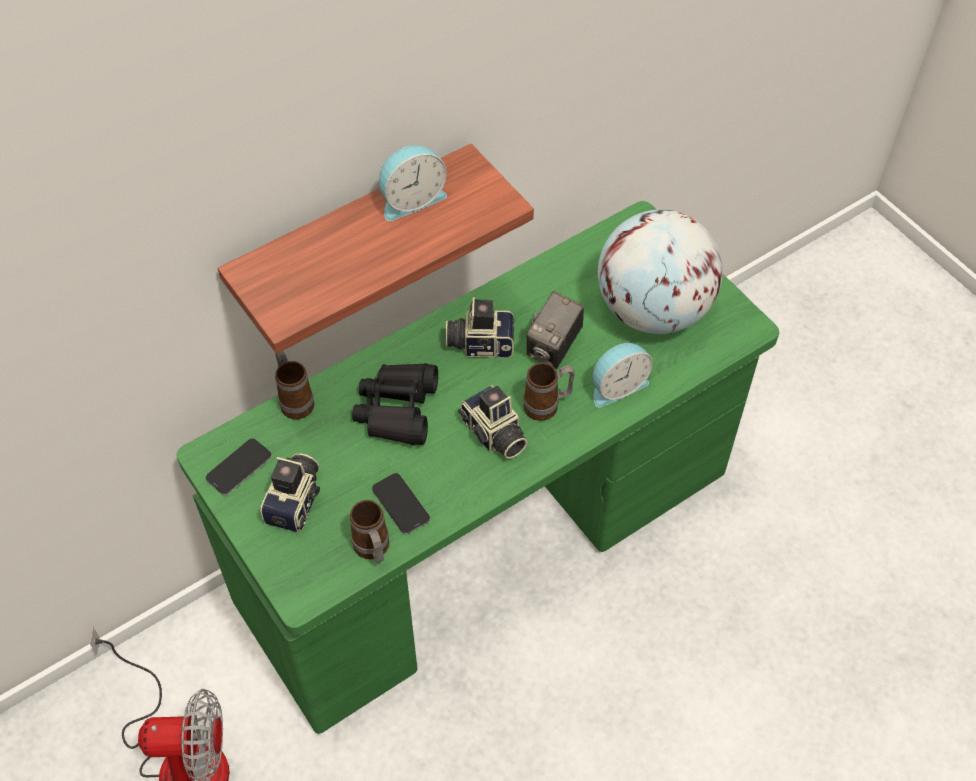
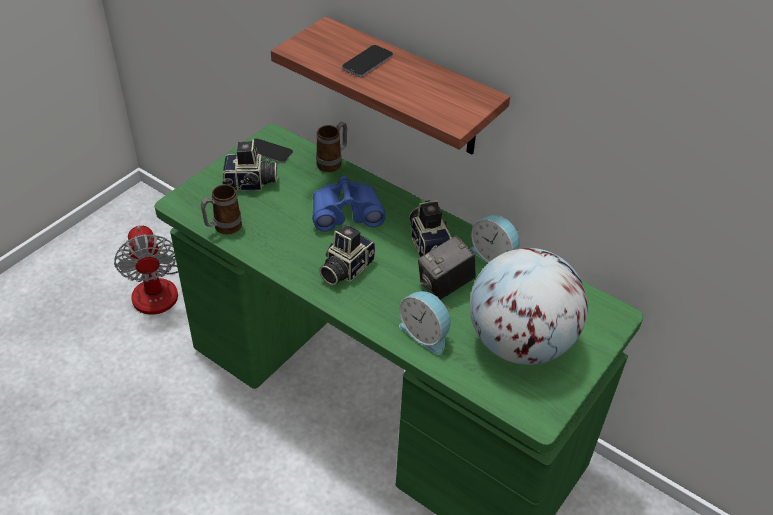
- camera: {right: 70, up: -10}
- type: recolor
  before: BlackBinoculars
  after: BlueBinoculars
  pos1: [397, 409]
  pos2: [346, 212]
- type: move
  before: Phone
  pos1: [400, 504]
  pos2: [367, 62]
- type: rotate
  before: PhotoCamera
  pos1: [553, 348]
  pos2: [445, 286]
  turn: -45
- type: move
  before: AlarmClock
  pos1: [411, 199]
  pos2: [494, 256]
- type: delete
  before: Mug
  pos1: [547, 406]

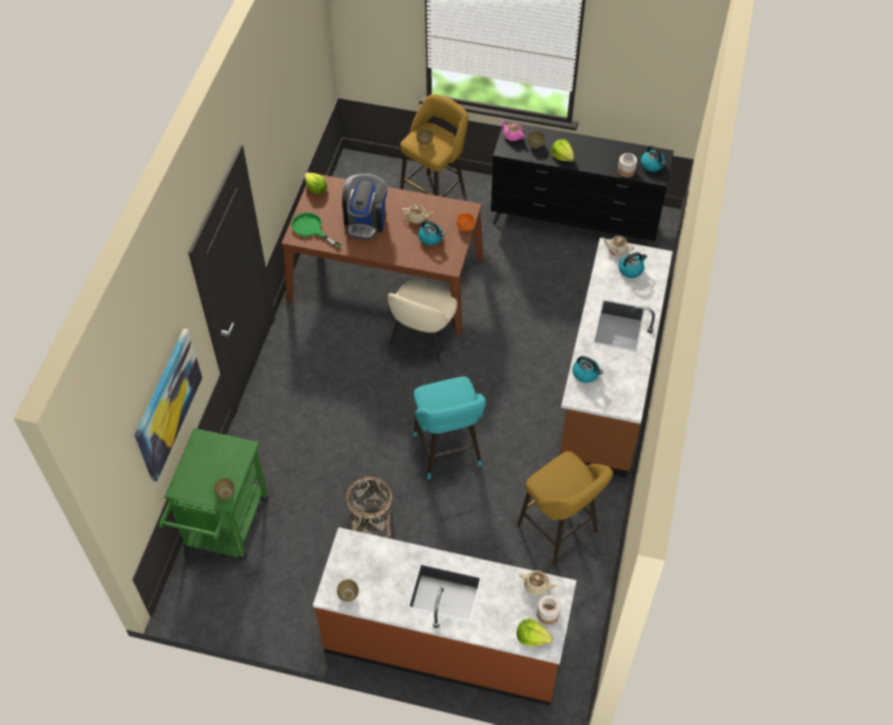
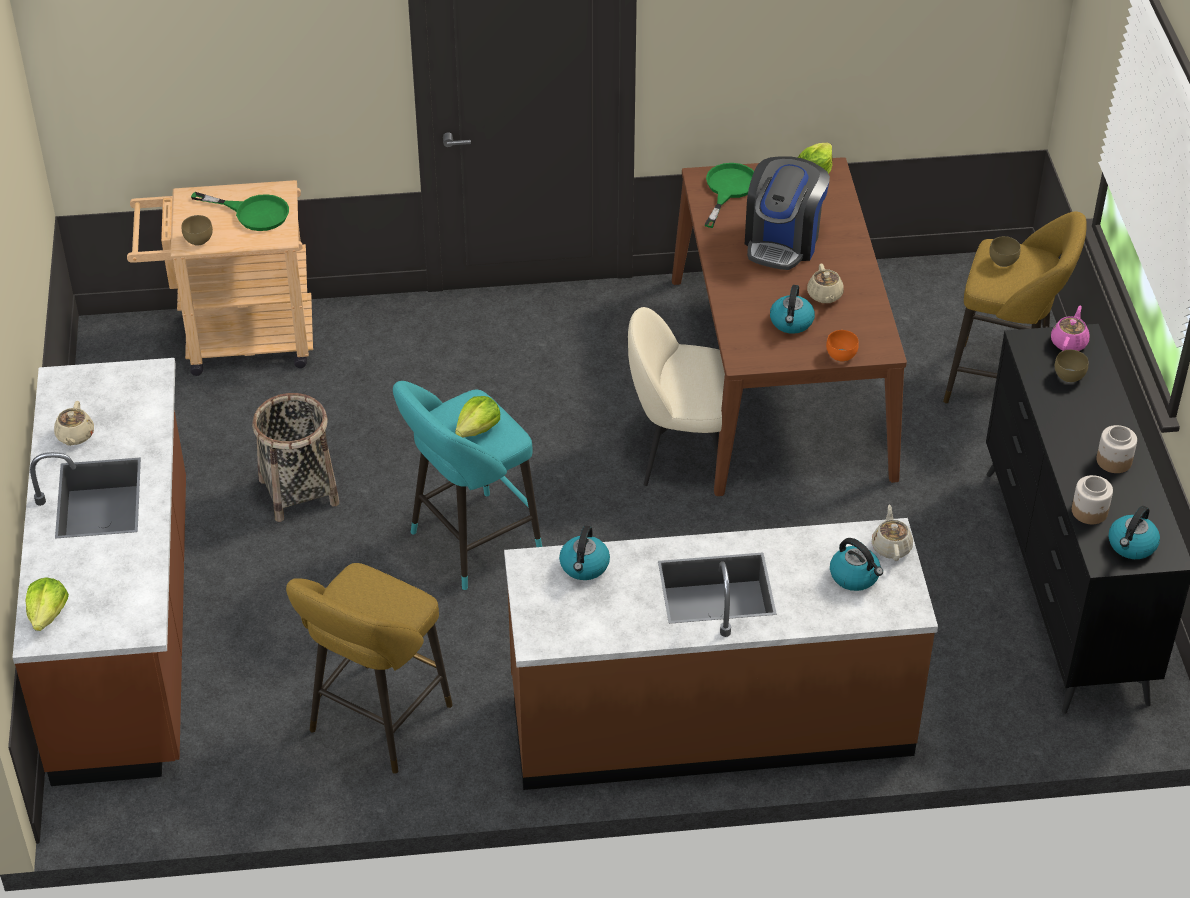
- camera: {right: 70, up: -10}
- type: move
  before: BeigeTeapot
  pos1: [537, 585]
  pos2: [75, 436]
- type: recolor
  before: GreenCart
  after: BeigeCart
  pos1: [224, 529]
  pos2: [235, 340]
- type: insert
  after: GreenFryingPan
  pos2: [253, 213]
- type: move
  before: Lettuce
  pos1: [562, 156]
  pos2: [478, 429]
- type: rotate
  before: CoffeeMachine
  pos1: [366, 220]
  pos2: [783, 241]
  turn: -60
- type: move
  before: Jar
  pos1: [547, 614]
  pos2: [1113, 461]
- type: delete
  before: Picture
  pos1: [167, 404]
- type: delete
  before: BrownBowl
  pos1: [348, 595]

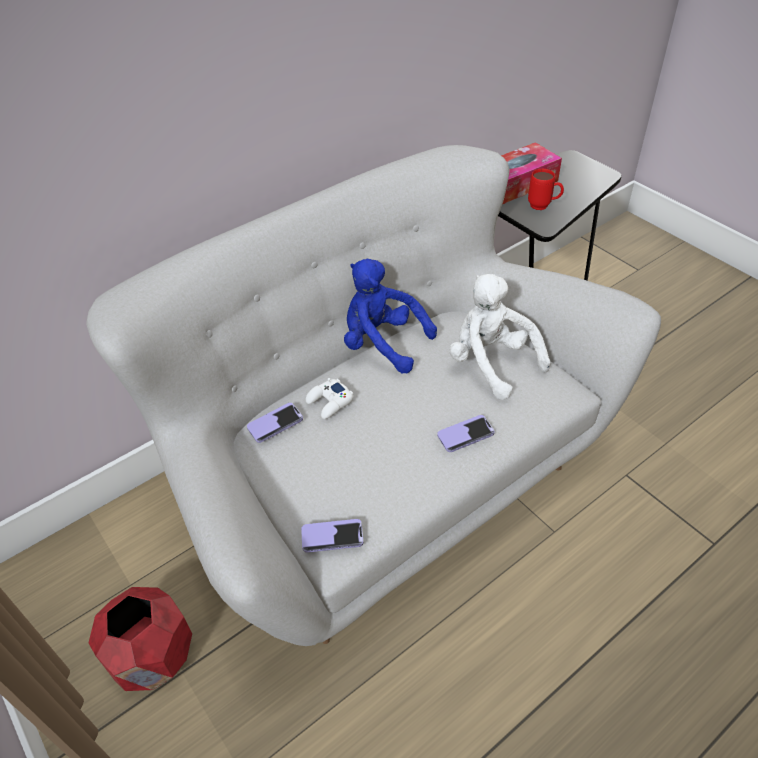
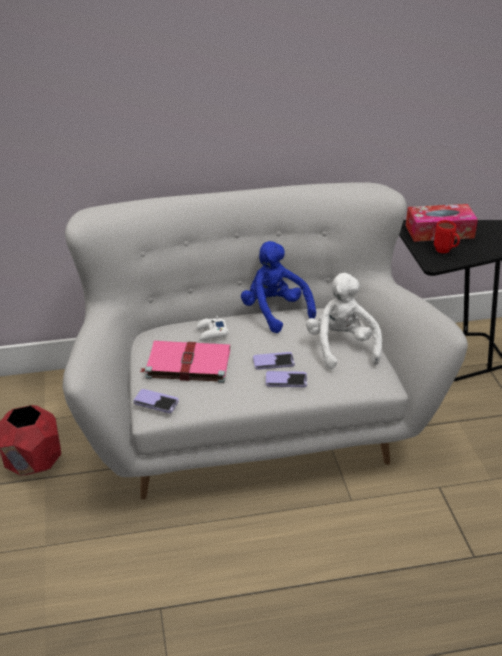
- camera: {right: 25, up: -10}
- type: insert
  after: PinkBook
  pos2: [187, 364]
- type: move
  before: Phone
  pos1: [275, 423]
  pos2: [273, 362]

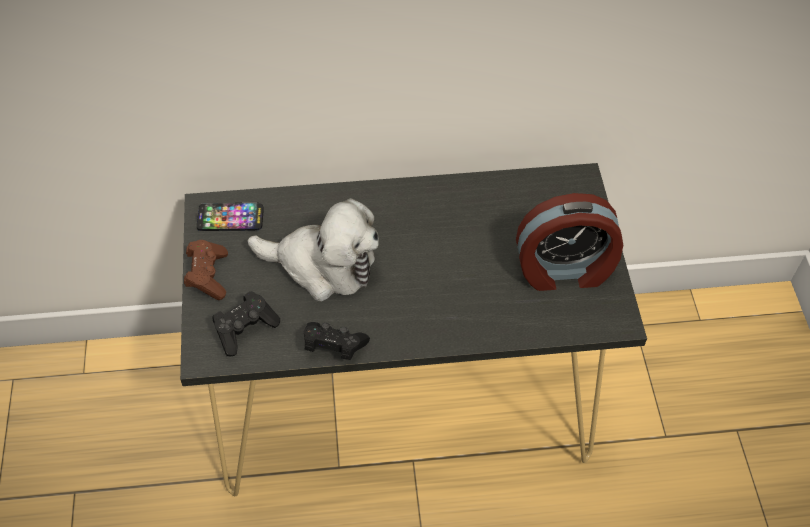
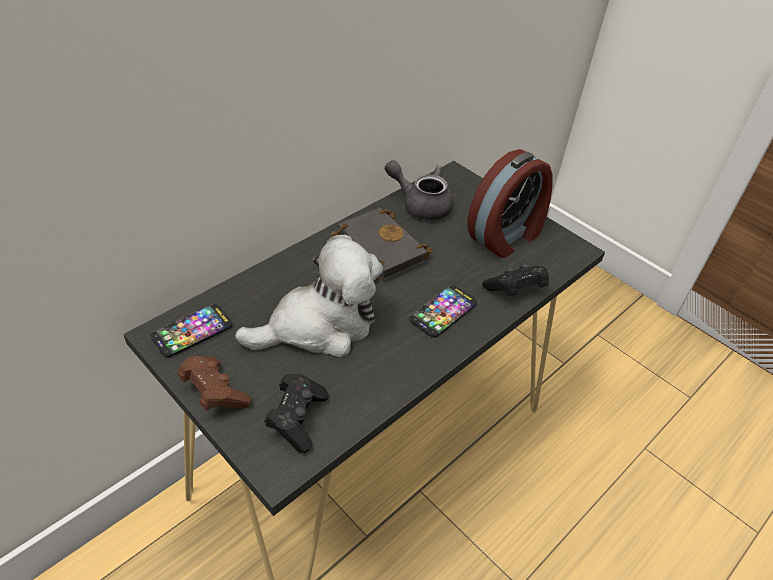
- camera: {right: -40, up: -10}
- type: insert
  after: BlackBook
  pos2: [376, 249]
- type: insert
  after: GreyTeapot
  pos2: [421, 204]
- type: insert
  after: Phone
  pos2: [443, 312]
- type: move
  before: BlackGameController
  pos1: [333, 347]
  pos2: [515, 290]

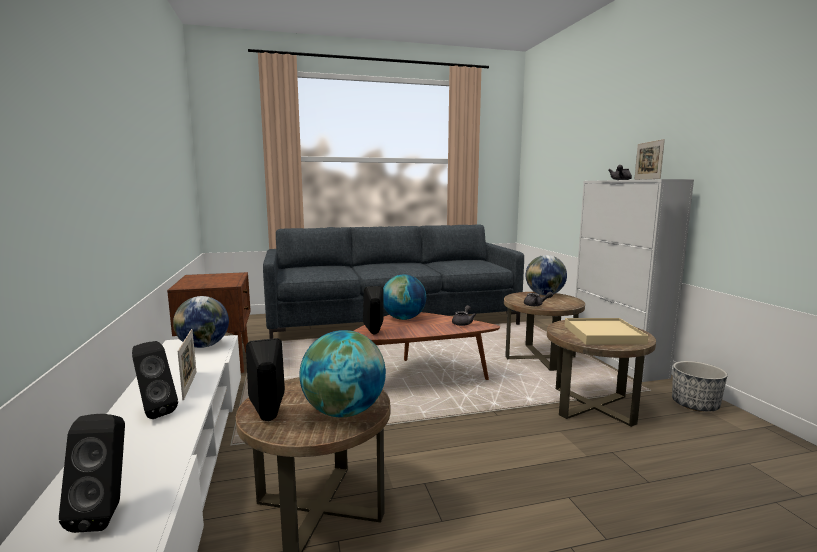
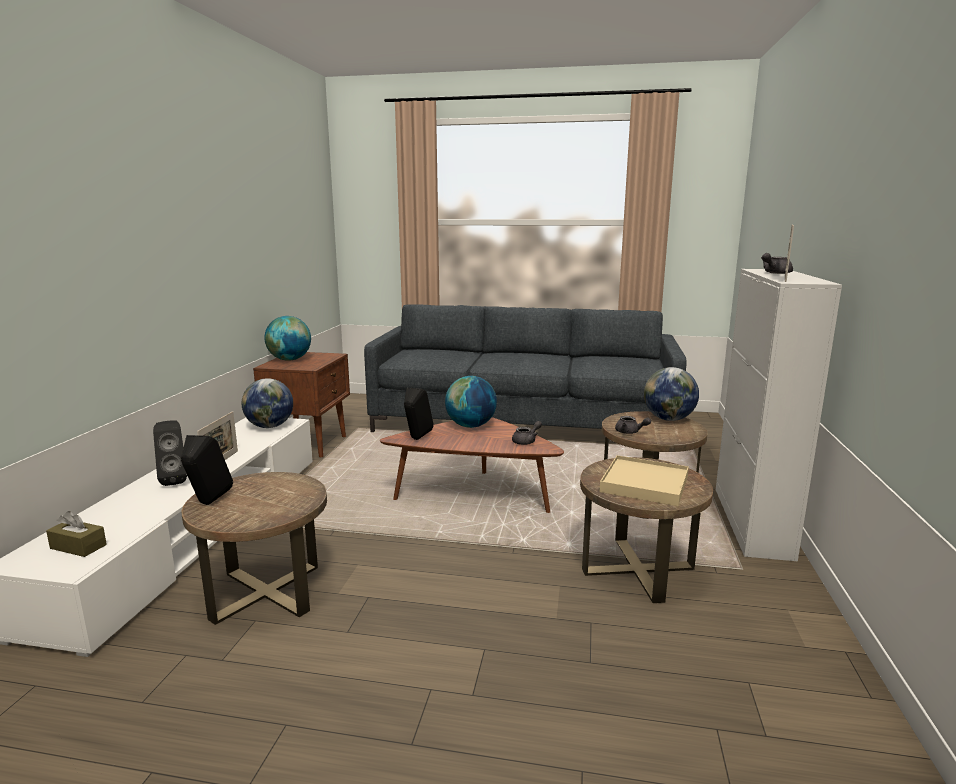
- camera: {right: 25, up: 5}
- type: replace
  before: BlackSpeaker
  after: BrownTissueBox
  pos1: [106, 513]
  pos2: [78, 546]
- type: move
  before: Globe
  pos1: [344, 412]
  pos2: [290, 360]
- type: delete
  before: Planter
  pos1: [695, 405]

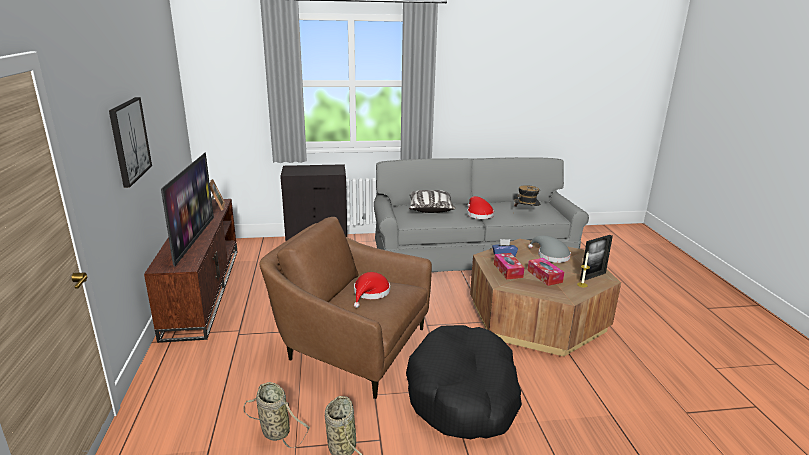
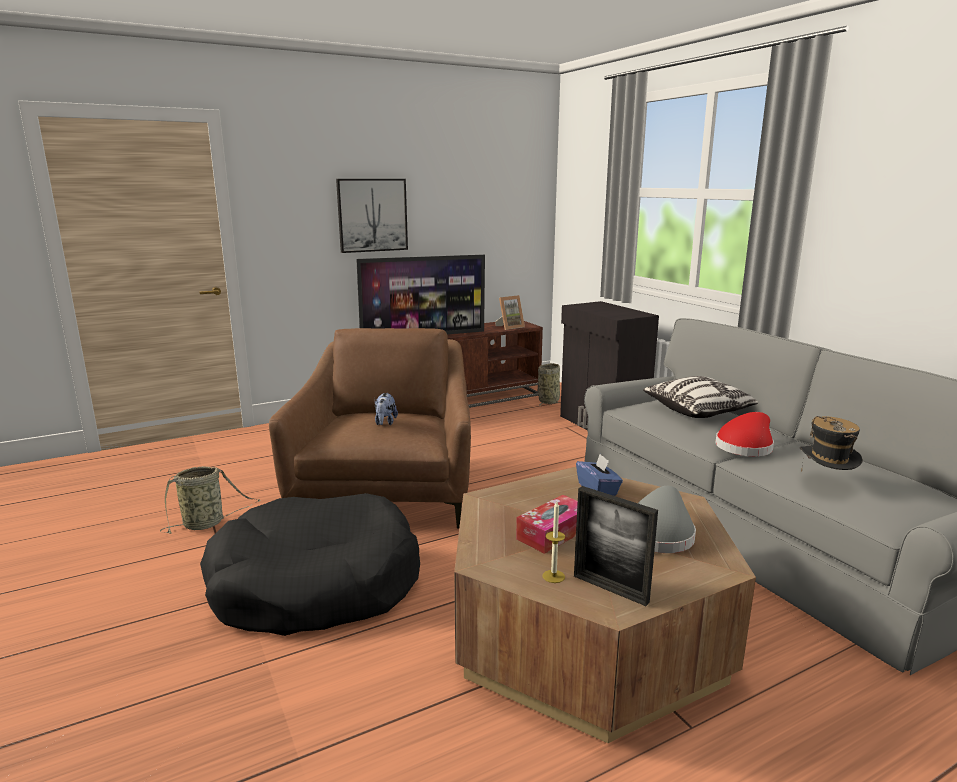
- camera: {right: 70, up: -5}
- type: replace
  before: RedHat
  after: PlushToy
  pos1: [370, 293]
  pos2: [385, 422]
- type: move
  before: Basket
  pos1: [274, 430]
  pos2: [549, 401]
- type: delete
  before: TissueBox
  pos1: [508, 270]

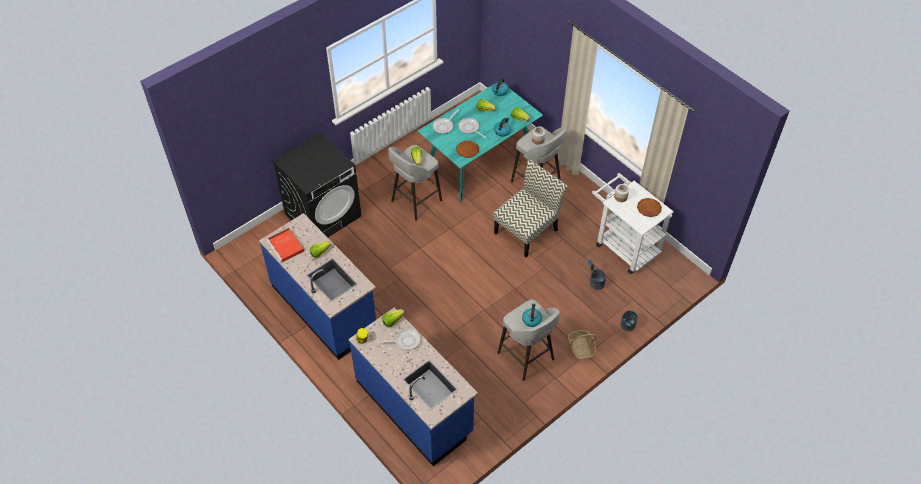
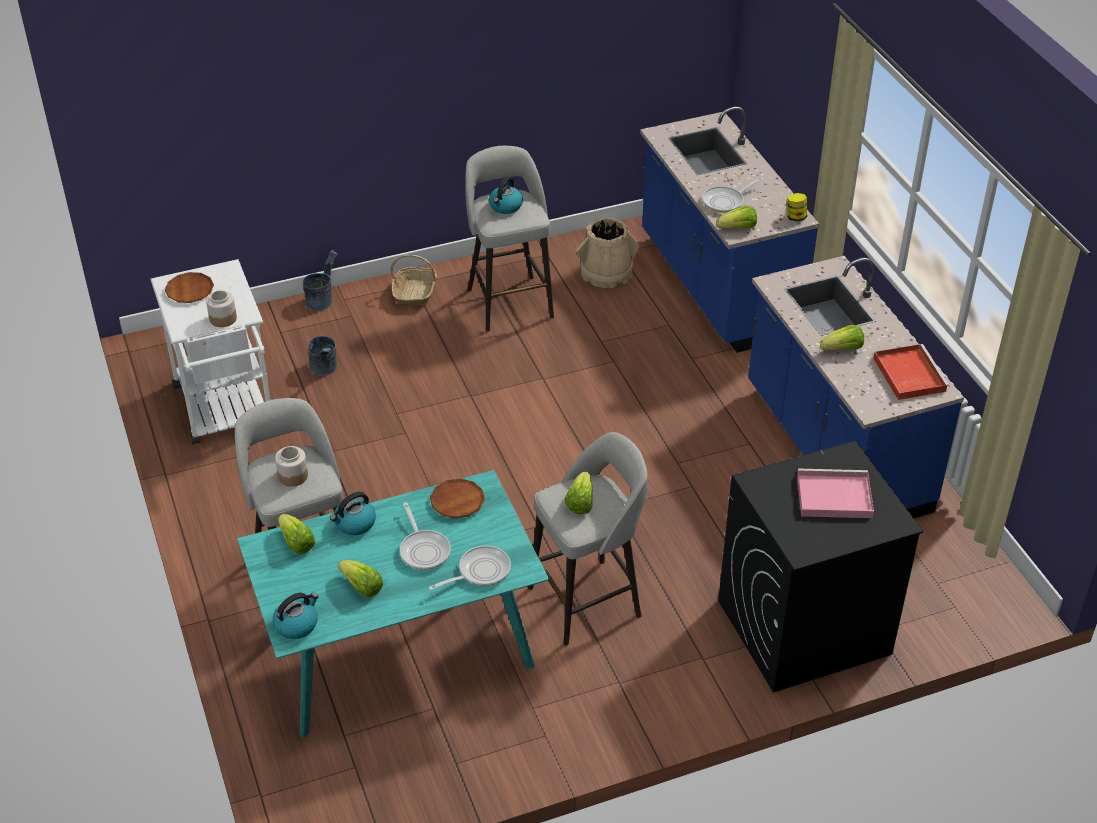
- camera: {right: -160, up: -10}
- type: insert
  after: BeigeBucket
  pos2: [606, 273]
- type: rotate
  before: FryingPan
  pos1: [405, 341]
  pos2: [726, 201]
  turn: -45
- type: insert
  after: PinkTray
  pos2: [832, 497]
- type: delete
  before: Chair
  pos1: [526, 230]

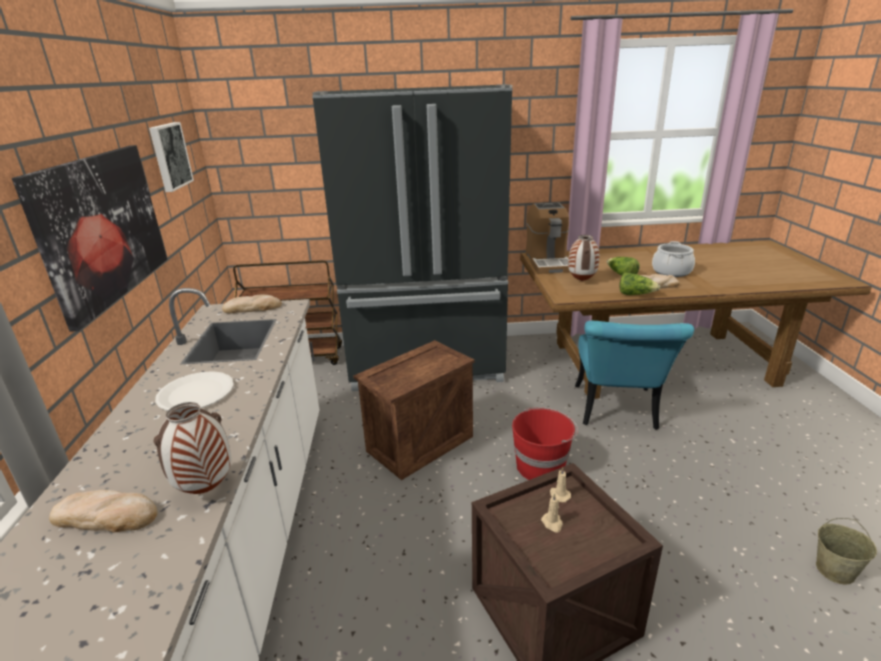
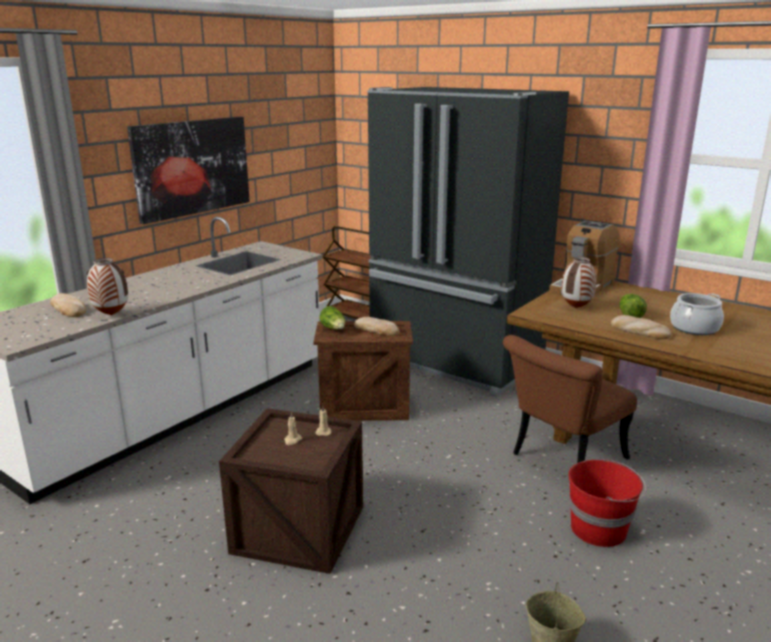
- camera: {right: 40, up: -5}
- type: move
  before: Lettuce
  pos1: [635, 294]
  pos2: [334, 329]
- type: move
  before: Bread
  pos1: [252, 308]
  pos2: [377, 329]
- type: recolor
  before: TurquoiseChair
  after: BrownChair
  pos1: [617, 412]
  pos2: [561, 460]
- type: move
  before: RedBucket
  pos1: [541, 467]
  pos2: [599, 529]
- type: delete
  before: Picture
  pos1: [169, 156]
- type: delete
  before: WhitePlate
  pos1: [196, 393]

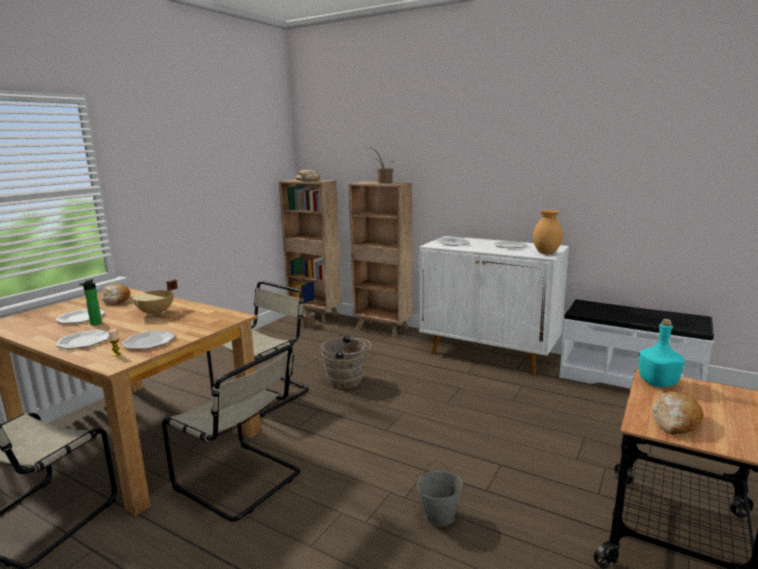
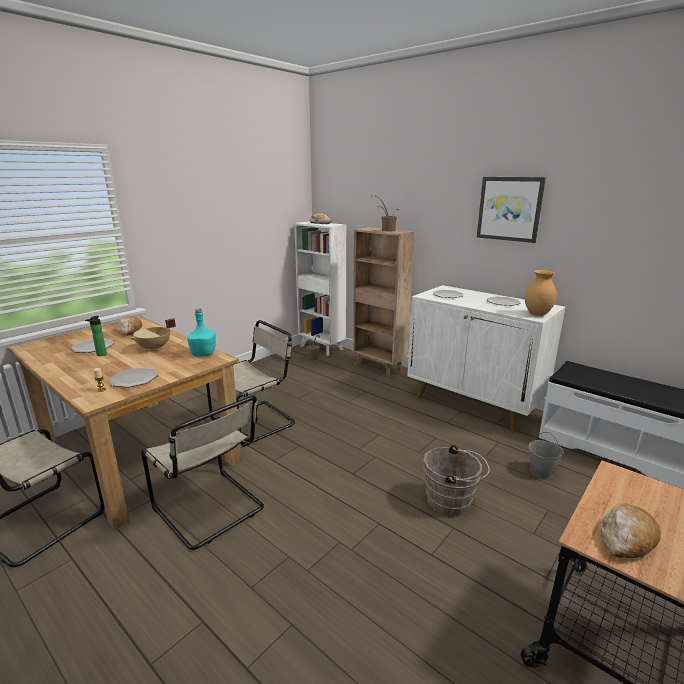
- camera: {right: 10, up: 5}
- type: move
  before: TurquoiseBottle
  pos1: [657, 383]
  pos2: [203, 354]
- type: recolor
  before: BrownBookcase
  after: WhiteBookcase
  pos1: [315, 316]
  pos2: [322, 348]
- type: move
  before: BrownBucket
  pos1: [347, 381]
  pos2: [452, 503]
- type: insert
  after: Picture
  pos2: [509, 209]
- type: move
  before: GreyBucket
  pos1: [439, 515]
  pos2: [542, 471]
- type: delete
  before: Plate
  pos1: [84, 341]

